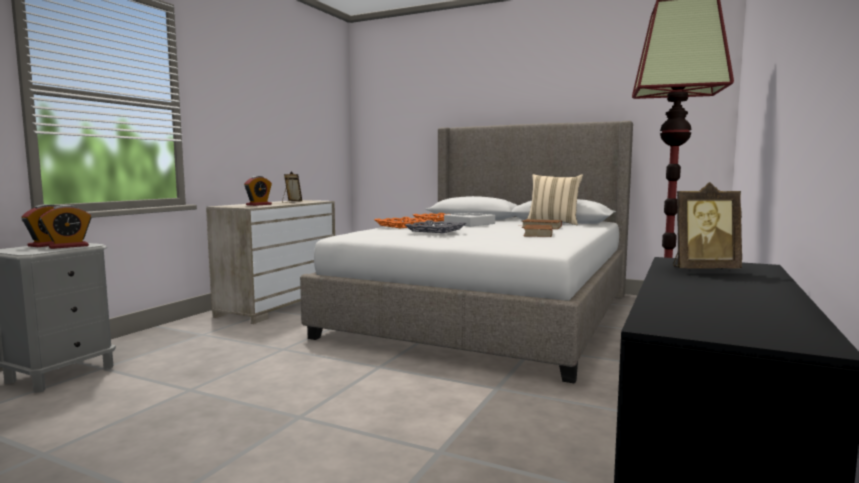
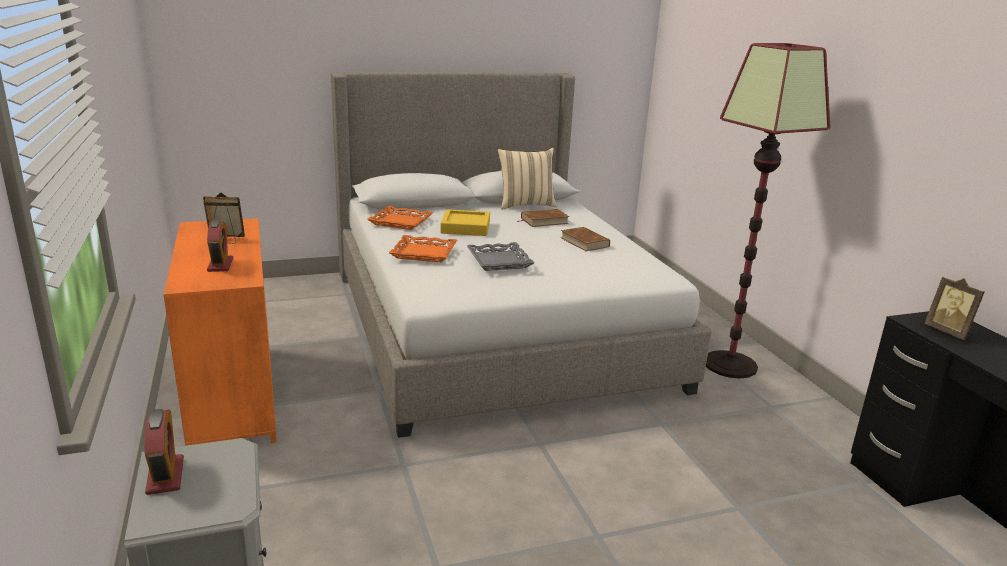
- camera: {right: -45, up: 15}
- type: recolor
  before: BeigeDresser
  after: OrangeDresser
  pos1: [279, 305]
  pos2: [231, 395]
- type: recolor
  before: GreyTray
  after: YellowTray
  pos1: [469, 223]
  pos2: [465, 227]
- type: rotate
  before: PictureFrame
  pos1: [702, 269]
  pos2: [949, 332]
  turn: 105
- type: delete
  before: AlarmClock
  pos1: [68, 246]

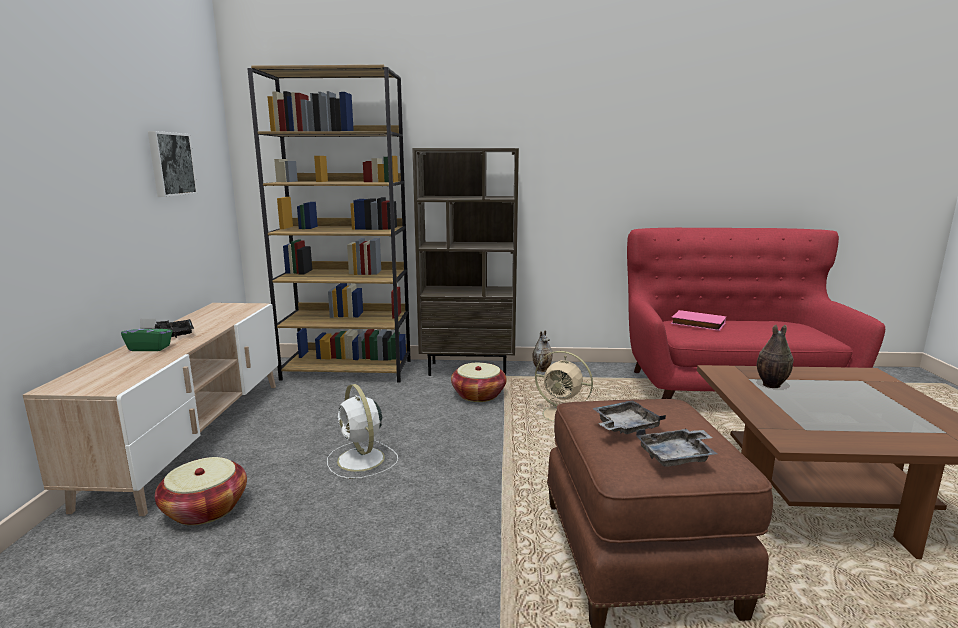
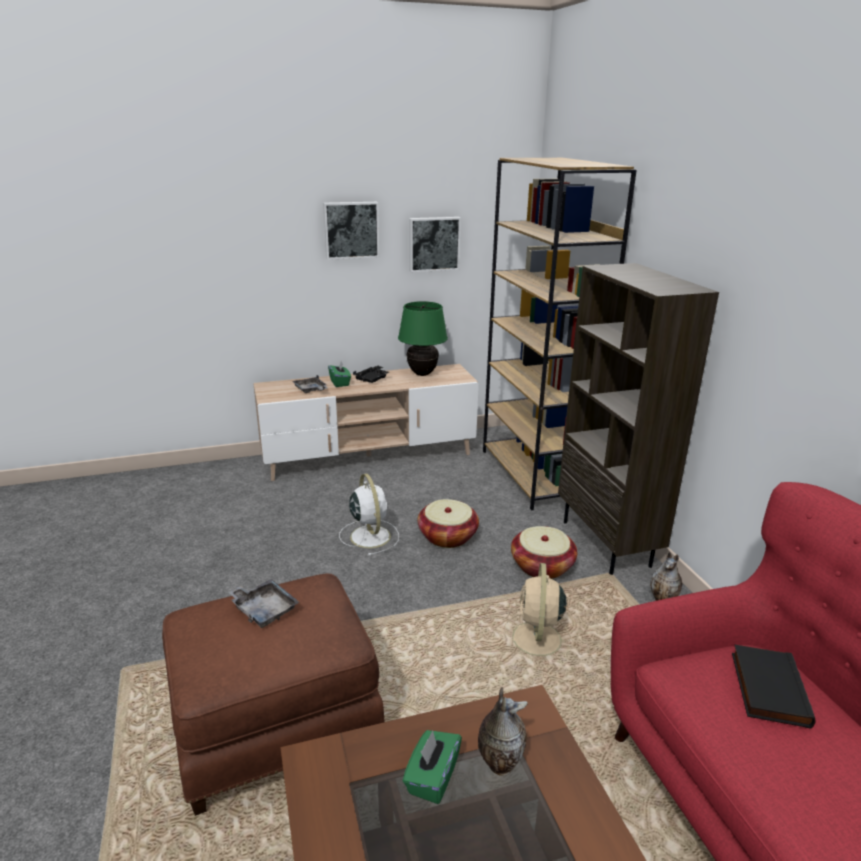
- camera: {right: 70, up: 10}
- type: move
  before: GreyTray
  pos1: [677, 456]
  pos2: [311, 390]
- type: insert
  after: Picture
  pos2: [351, 230]
- type: rotate
  before: WhiteFan
  pos1: [362, 460]
  pos2: [369, 535]
  turn: 120
- type: insert
  after: GreenTableLamp
  pos2: [422, 374]
- type: insert
  after: GreenTissueBox
  pos2: [432, 778]
- type: move
  before: Basket
  pos1: [205, 509]
  pos2: [447, 536]
- type: recolor
  before: PinkBook
  after: BlackBook
  pos1: [697, 324]
  pos2: [766, 688]

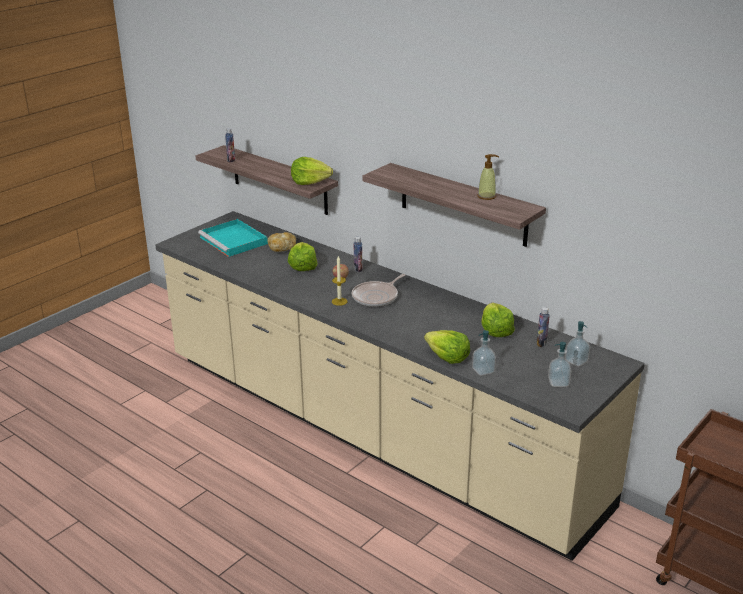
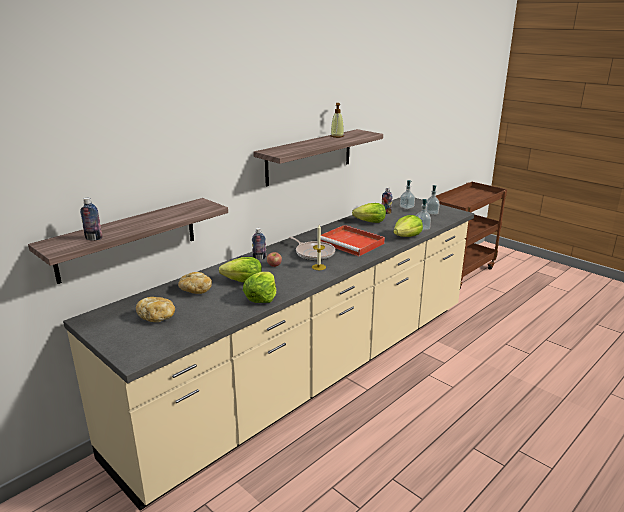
- camera: {right: -85, up: -5}
- type: replace
  before: TurquoiseTray
  after: Bread
  pos1: [234, 241]
  pos2: [157, 317]
- type: move
  before: Lettuce
  pos1: [310, 182]
  pos2: [261, 297]
- type: insert
  after: RedTray
  pos2: [352, 243]

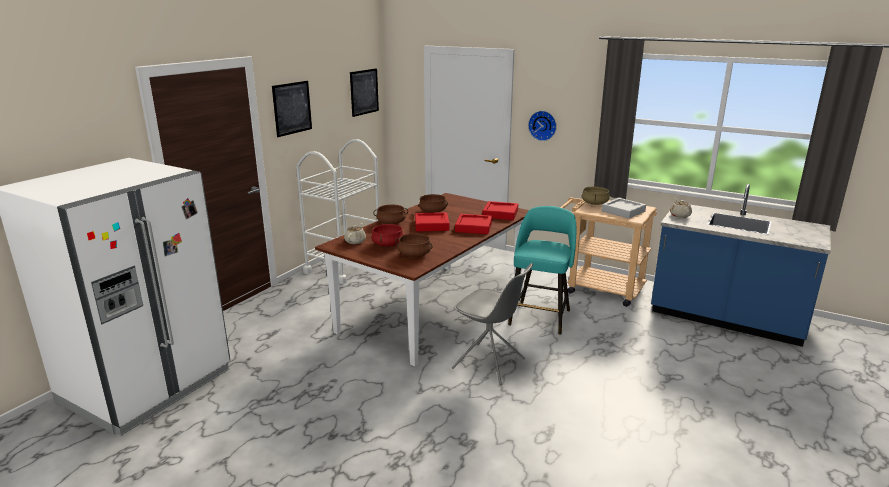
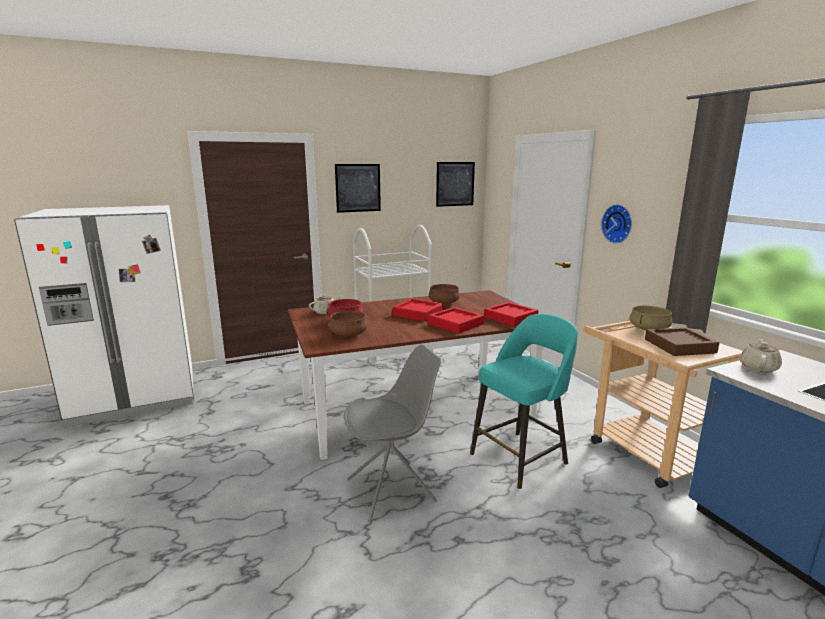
- camera: {right: 35, up: -5}
- type: rotate
  before: GreyChair
  pos1: [490, 364]
  pos2: [393, 490]
  turn: -90
- type: recolor
  before: GreyTray
  after: BrownTray
  pos1: [623, 211]
  pos2: [679, 346]
- type: delete
  before: BrownCookingPot
  pos1: [391, 222]

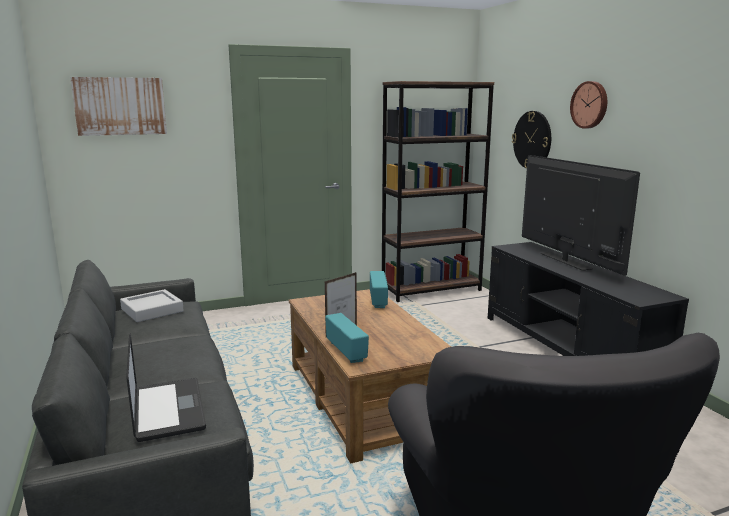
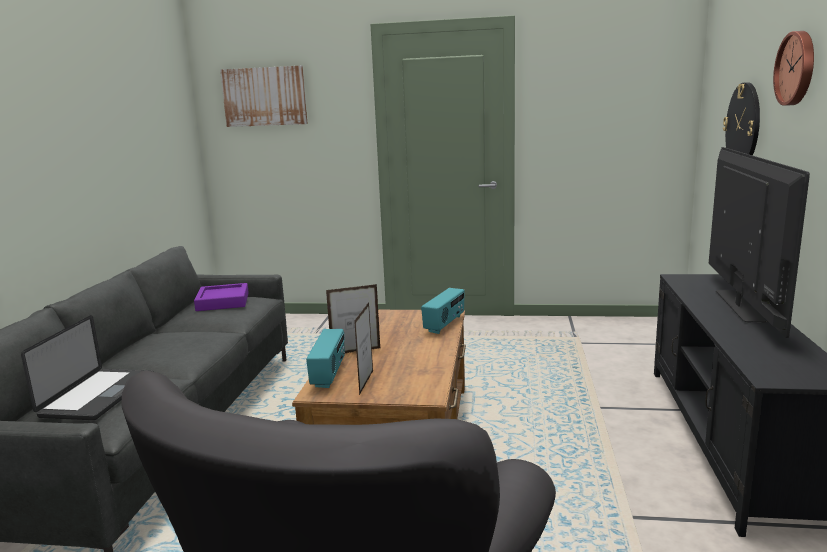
- camera: {right: 30, up: 0}
- type: recolor
  before: GreyTray
  after: PurpleTray
  pos1: [152, 310]
  pos2: [223, 302]
- type: insert
  after: PictureFrame
  pos2: [366, 382]
- type: delete
  before: BrownBookcase
  pos1: [431, 290]

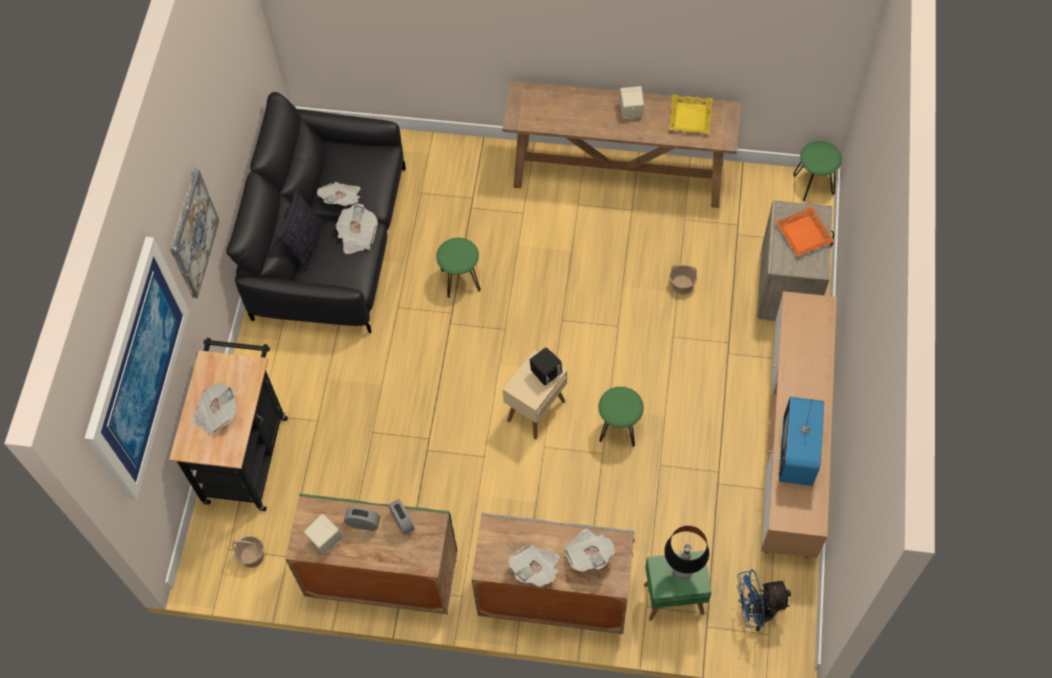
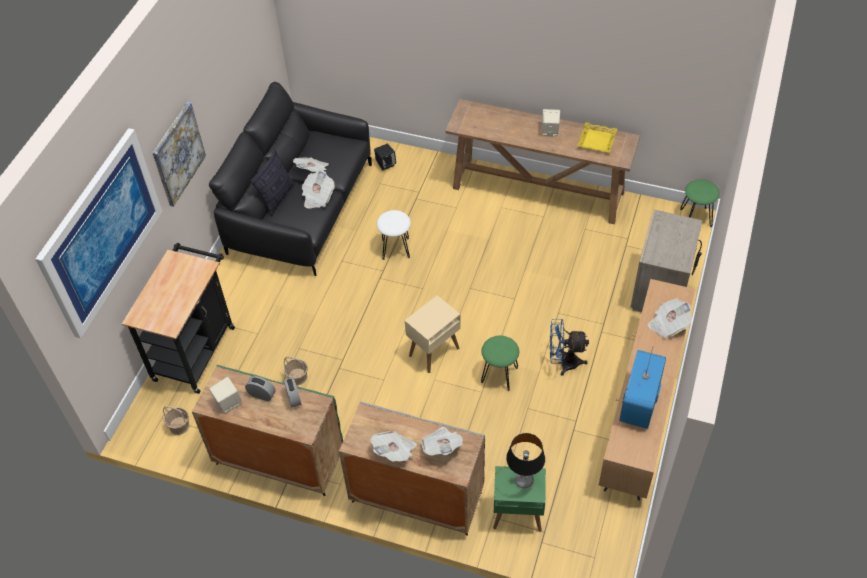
- camera: {right: 10, up: -10}
- type: move
  before: Basket
  pos1: [682, 285]
  pos2: [297, 377]
- type: move
  before: BlackSpeaker
  pos1: [546, 373]
  pos2: [386, 164]
- type: recolor
  before: GreenStool
  after: WhiteStool
  pos1: [461, 280]
  pos2: [396, 248]
- type: move
  before: BlueFan
  pos1: [756, 611]
  pos2: [563, 362]
- type: move
  before: Newspaper
  pos1: [216, 414]
  pos2: [668, 324]
- type: delete
  before: OrangeTray
  pos1: [803, 234]

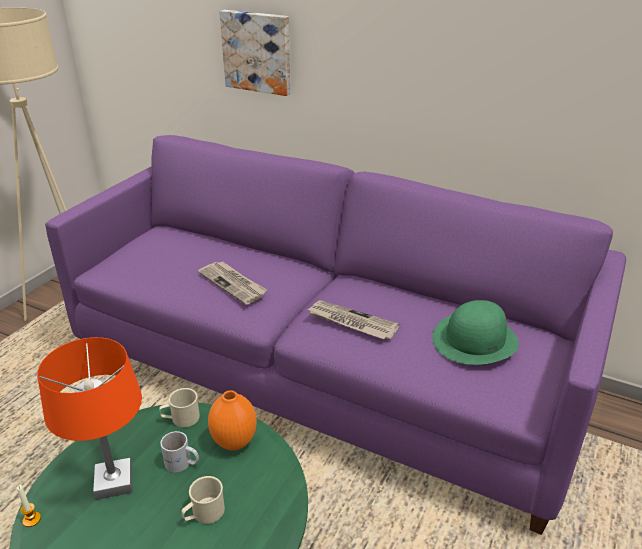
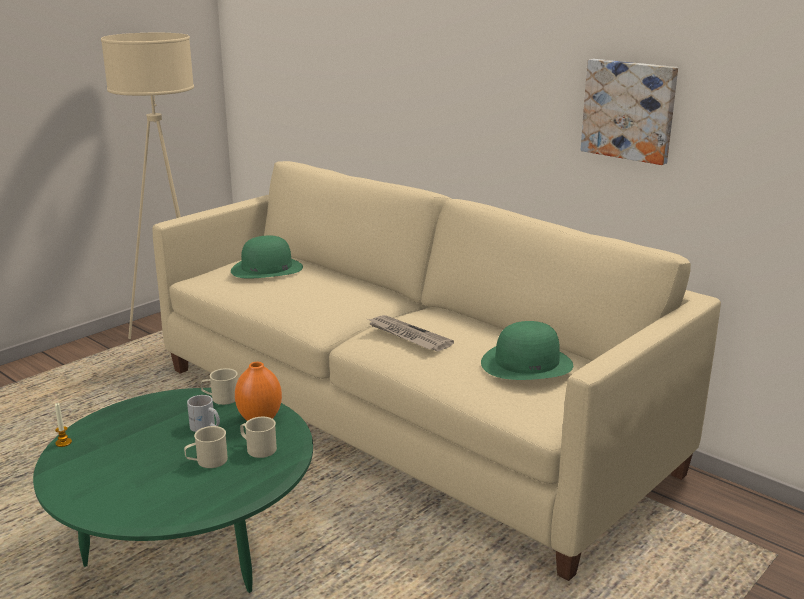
- camera: {right: 15, up: -10}
- type: recolor
  before: PurpleSofa
  after: BeigeSofa
  pos1: [322, 372]
  pos2: [403, 418]
- type: insert
  after: GreenHat
  pos2: [266, 269]
- type: insert
  after: BeigeMug
  pos2: [258, 448]
- type: move
  before: Picture
  pos1: [258, 52]
  pos2: [629, 110]
- type: delete
  before: OrangeTableLamp
  pos1: [115, 482]
- type: delete
  before: Newspaper
  pos1: [233, 284]

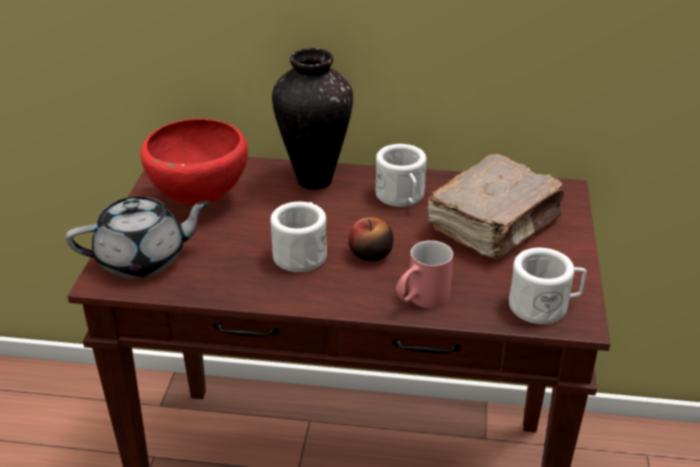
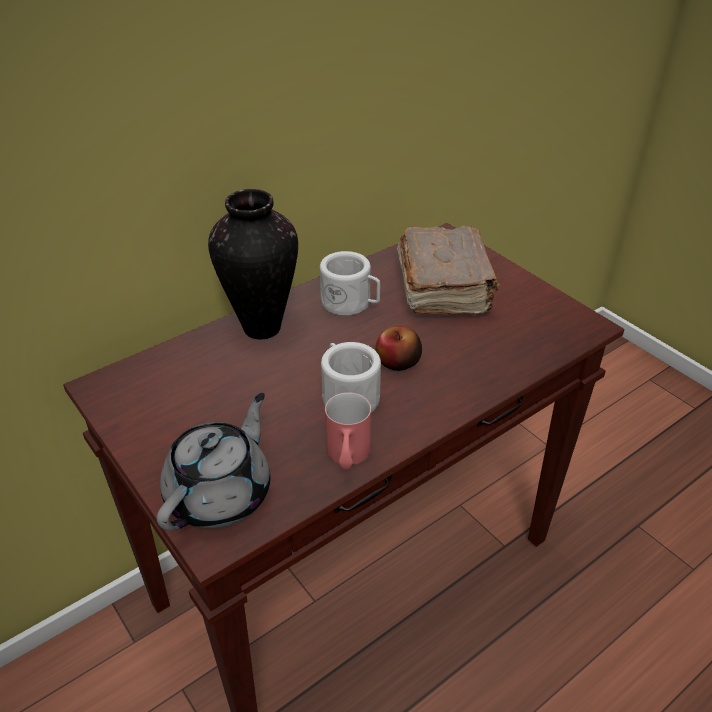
- camera: {right: -45, up: 5}
- type: move
  before: RedMug
  pos1: [421, 300]
  pos2: [347, 458]
- type: delete
  before: RedBowl
  pos1: [199, 201]
- type: delete
  before: WhiteMug
  pos1: [545, 306]

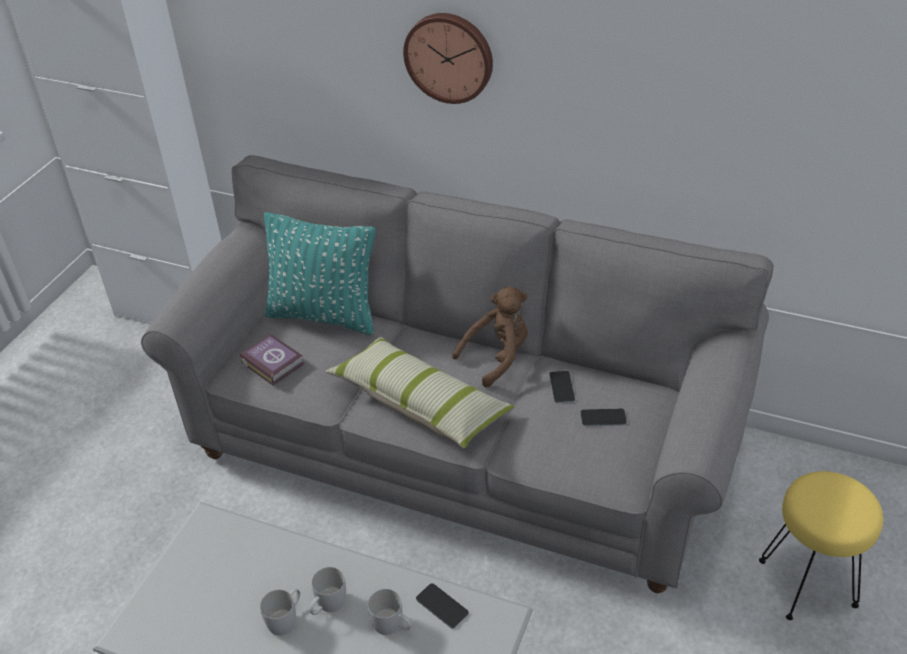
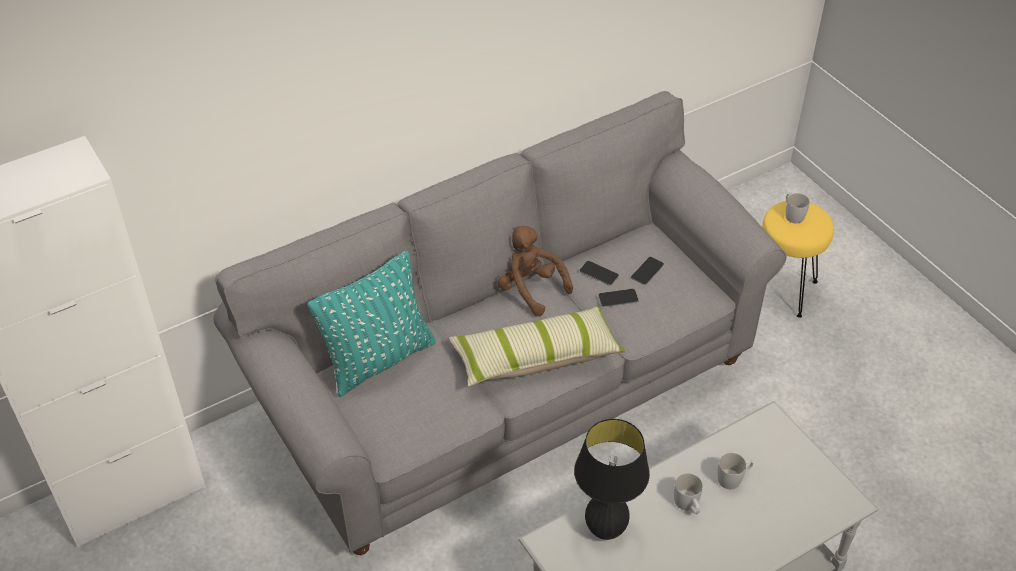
- camera: {right: -55, up: 5}
- type: rotate
  before: BrownPlushToy
  pos1: [497, 357]
  pos2: [530, 289]
  turn: -45
- type: insert
  after: BlackTableLamp
  pos2: [606, 530]
- type: move
  before: Phone
  pos1: [442, 606]
  pos2: [618, 298]
- type: move
  before: WhiteMug
  pos1: [286, 618]
  pos2: [792, 214]
- type: delete
  before: Book
  pos1: [272, 362]
- type: delete
  before: WallClock
  pos1: [449, 56]

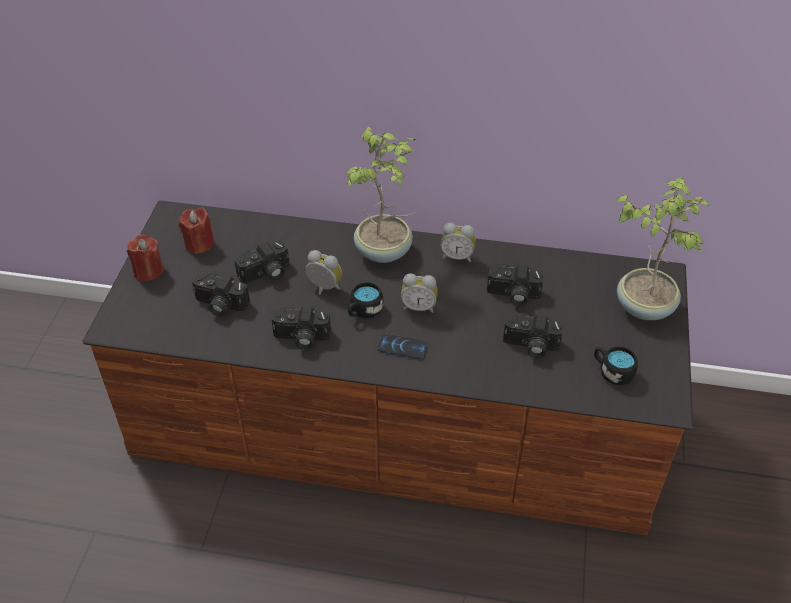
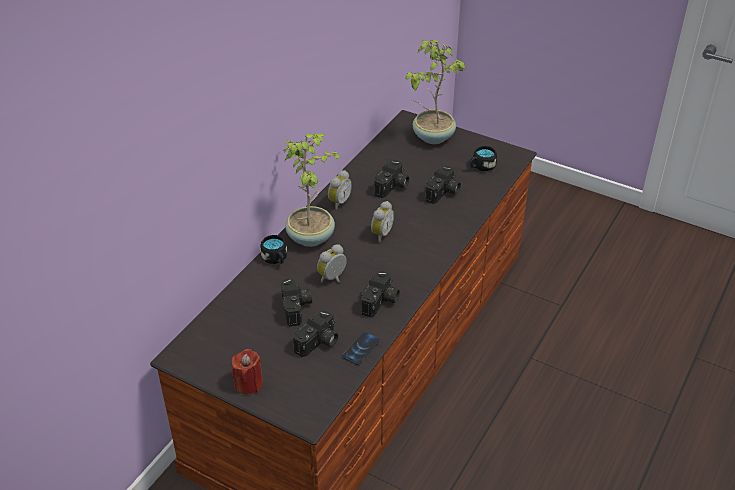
- camera: {right: -70, up: -5}
- type: move
  before: BlackMug
  pos1: [363, 311]
  pos2: [276, 259]
- type: move
  before: Phone
  pos1: [402, 347]
  pos2: [361, 349]
- type: delete
  before: RedCandle
  pos1: [199, 244]

